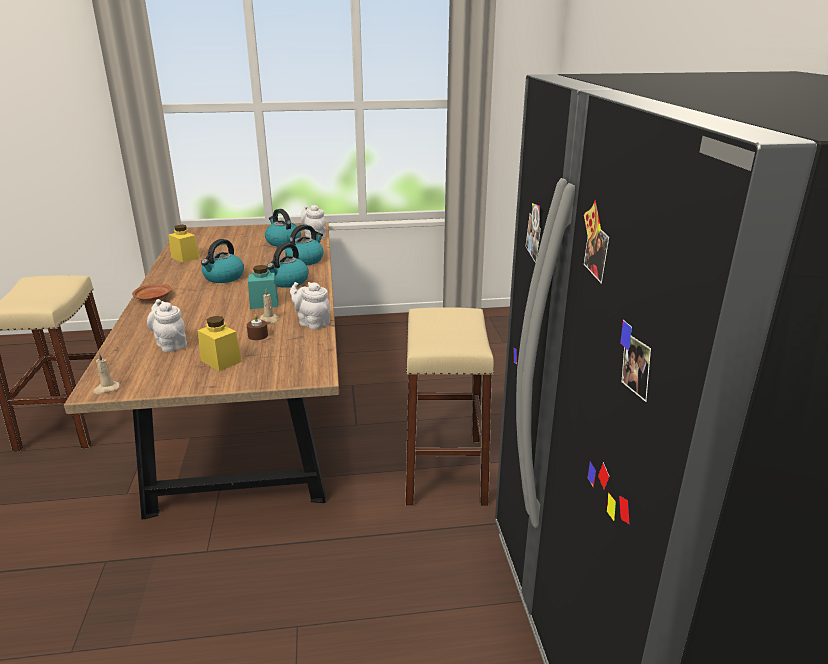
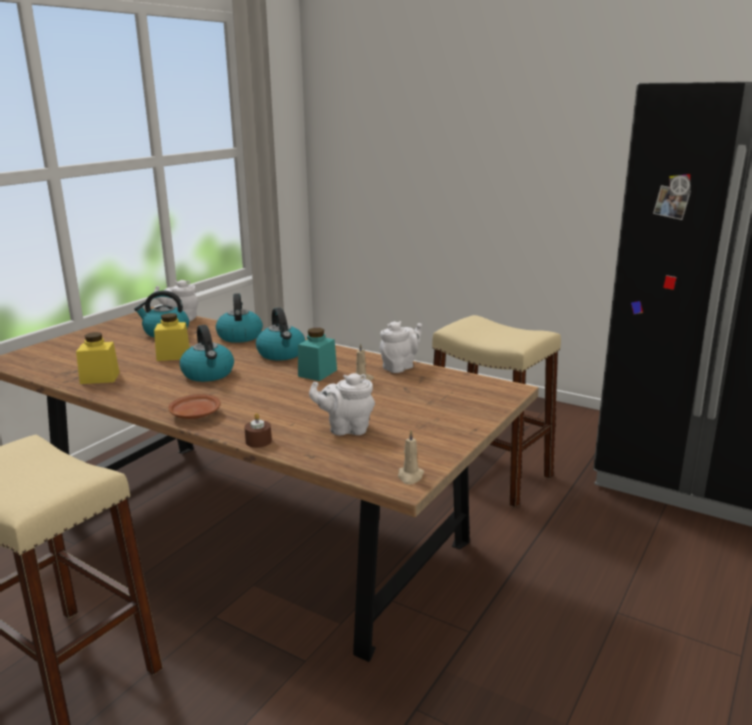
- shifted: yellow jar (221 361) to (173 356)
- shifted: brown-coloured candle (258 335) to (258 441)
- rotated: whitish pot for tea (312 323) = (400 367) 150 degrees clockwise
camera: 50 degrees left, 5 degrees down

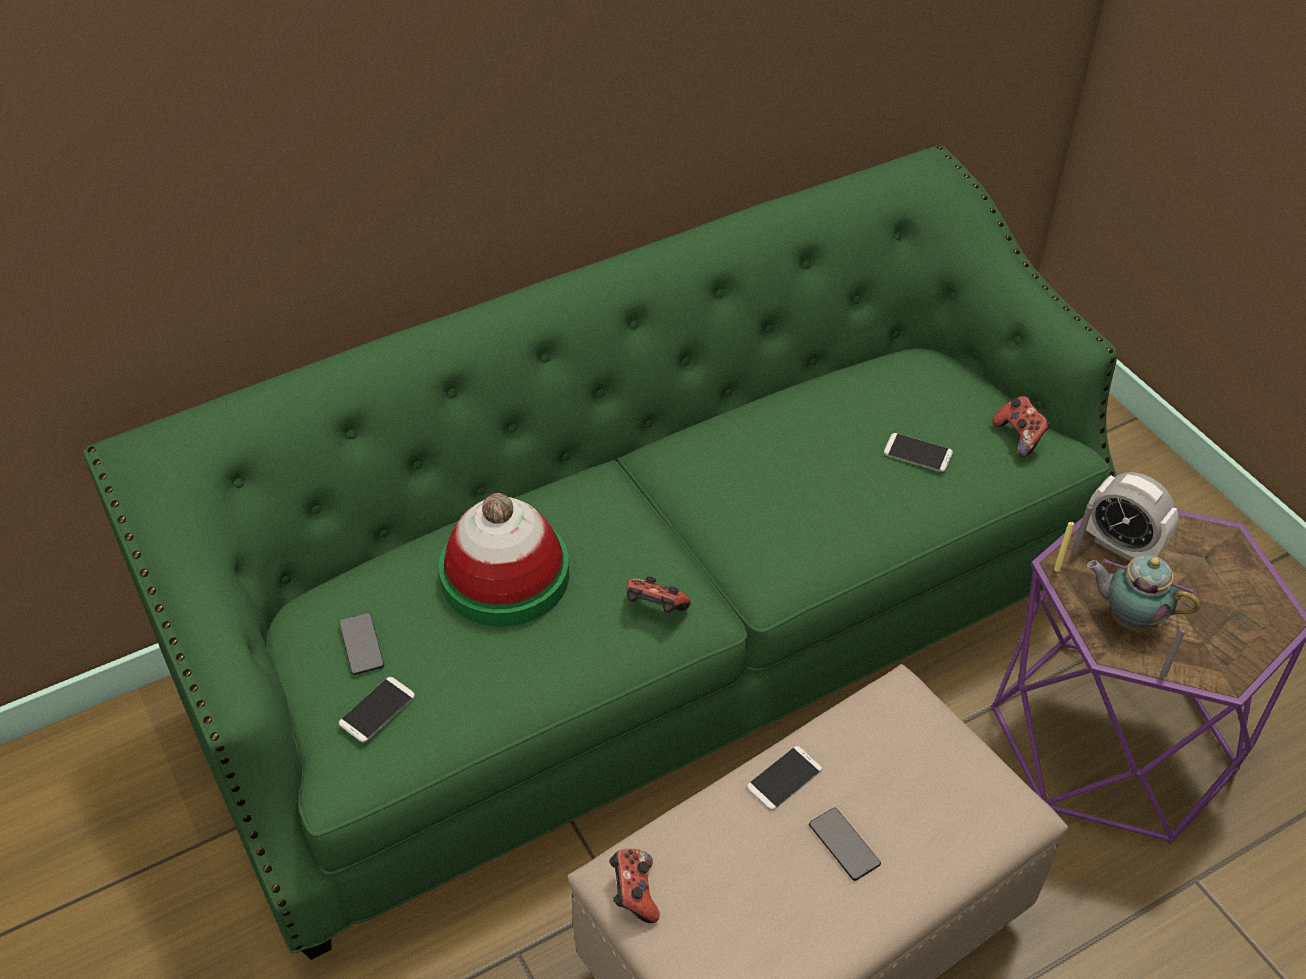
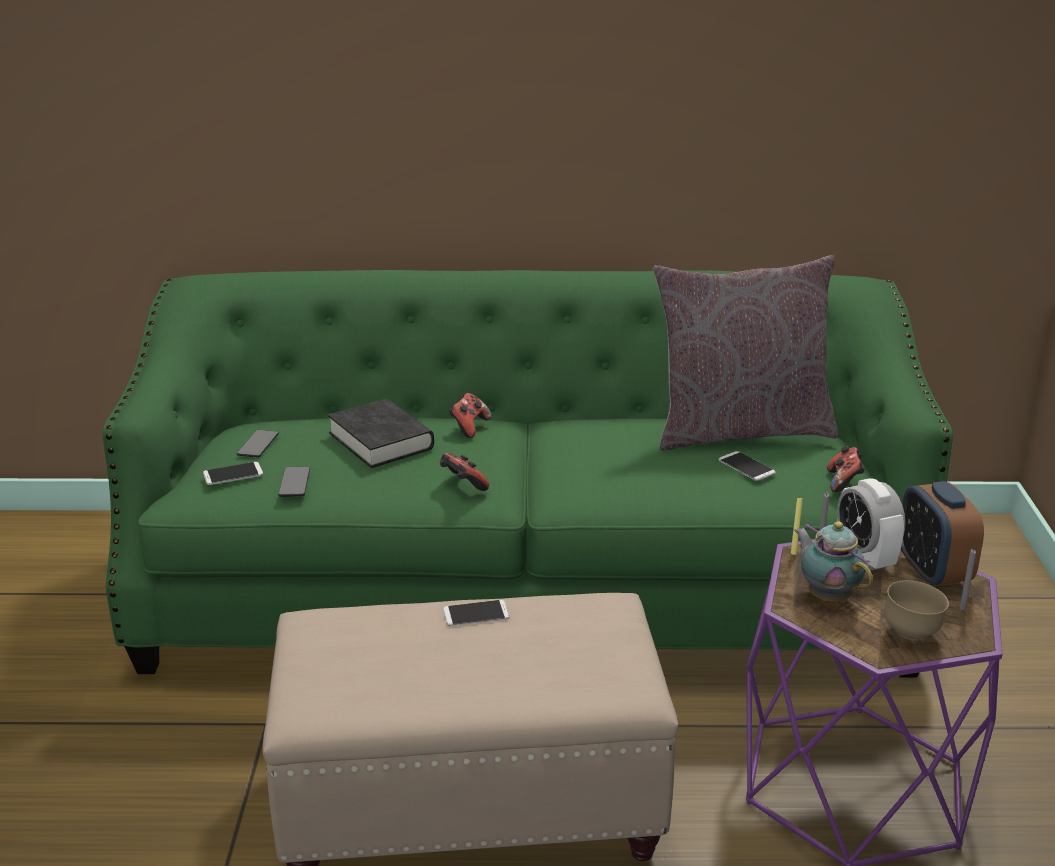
- shifted: telephone (844 844) to (294 483)
- swapped: hat (505 575) to black-coloured volume (381 441)
- shifted: joypad (634 894) to (469 427)
- new: grey cushion (740 430)
- new: brown-coloured serving bowl (911 634)
- new: alarm clock (932 572)
- shifted: grey candle (1163 674) to (962 608)
camera: 30 degrees right, 20 degrees down

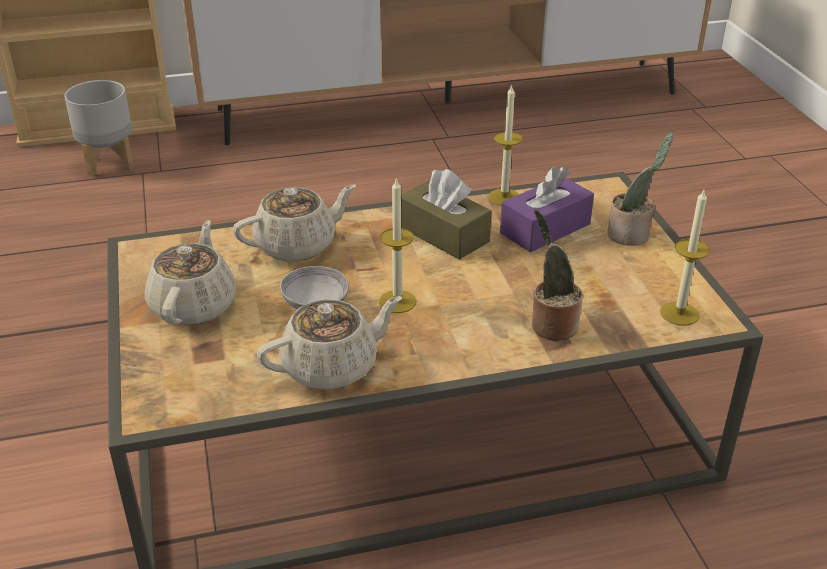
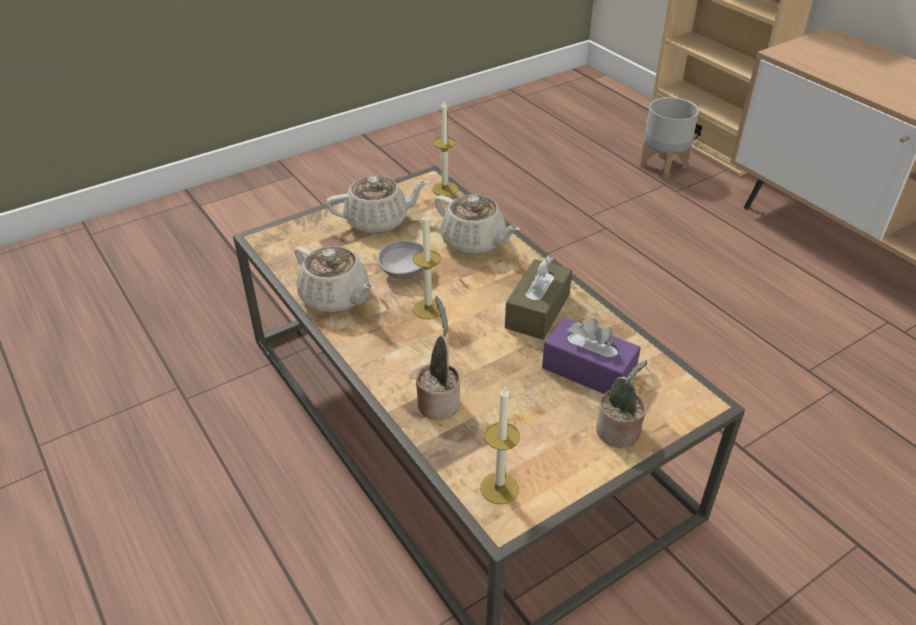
- shifted: candle (504 197) to (445 189)
camera: 70 degrees right, 5 degrees up

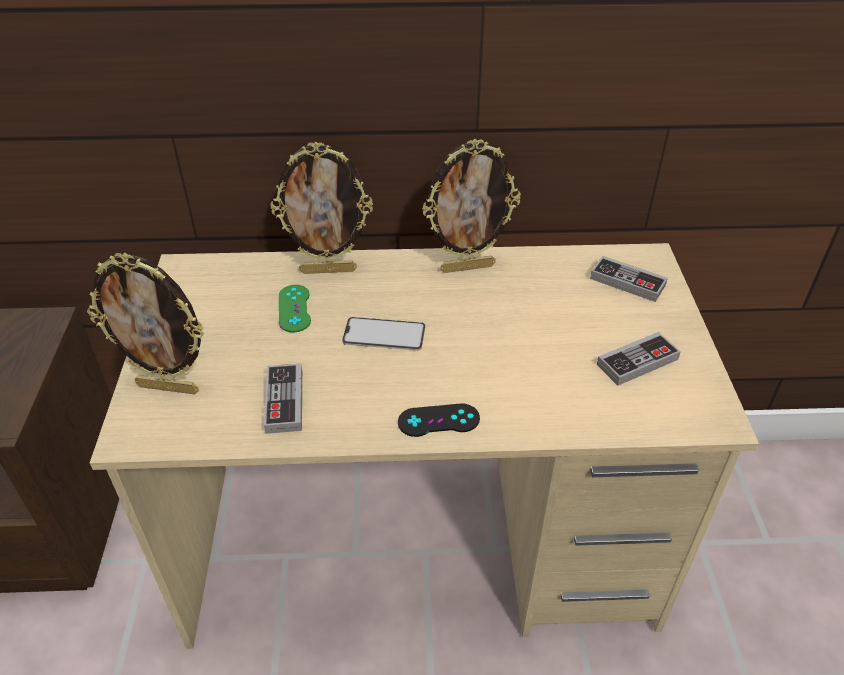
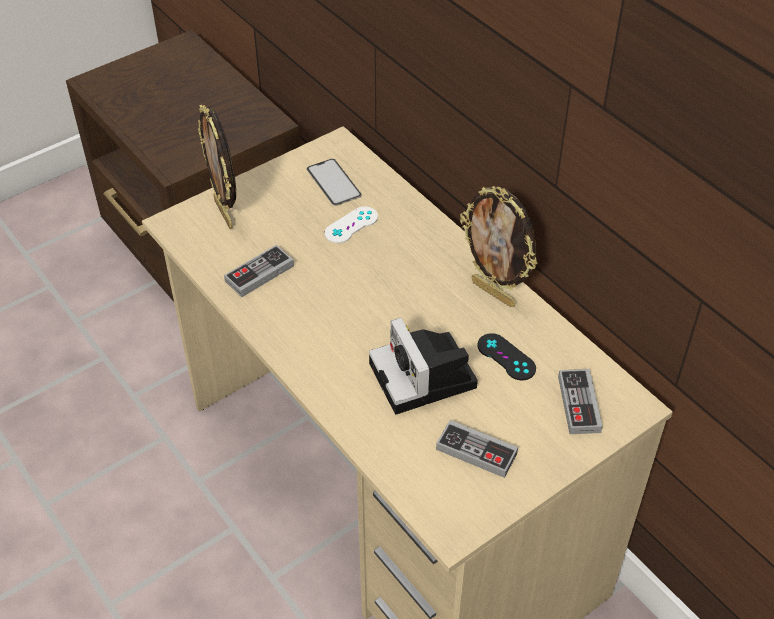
- shifted: telephone (384 334) to (333 182)
- repainted: green-coloured joypad (294 308) to whitish joypad (351 225)
- new: still camera (425 378)
- shifted: black-coloured joypad (438 420) to (506 357)
- gone: photo frame (328 270)
camera: 55 degrees right, 5 degrees up

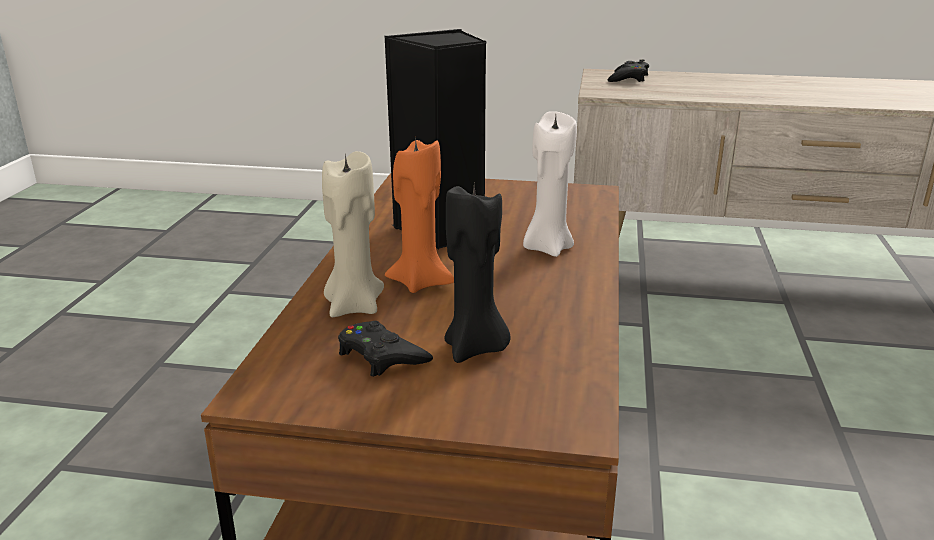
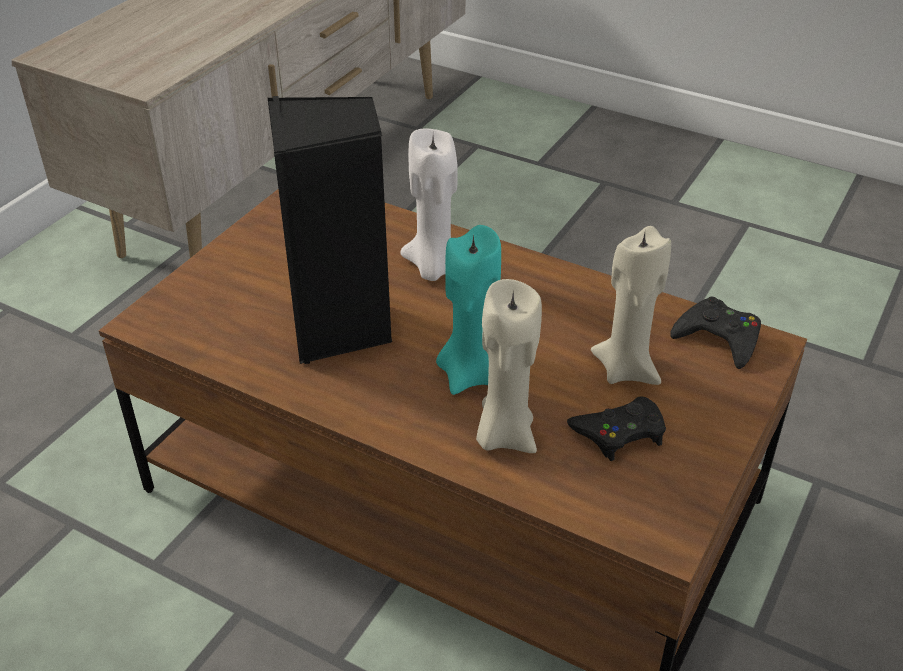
- repainted: orange-coloured candle (420 282) to blue-green candle (469 374)
- repainted: black-coloured candle (475 348) to beige-coloured candle (626 369)
- shifted: black-coloured joypad (628 78) to (718 338)
camera: 70 degrees left, 15 degrees up

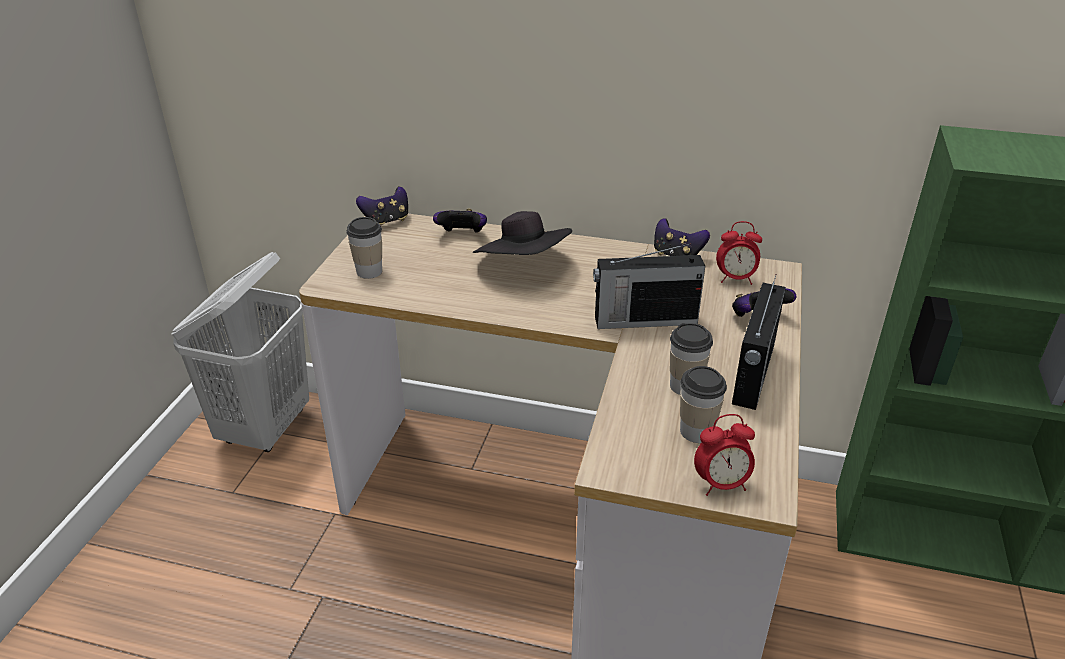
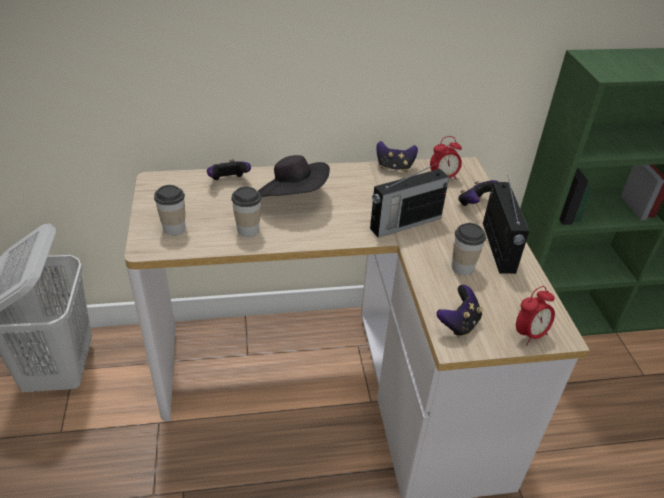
- shifted: drinking cup (696 431) to (248 230)
- shifted: joypad (386 221) to (458 324)
camera: 25 degrees left, 5 degrees up

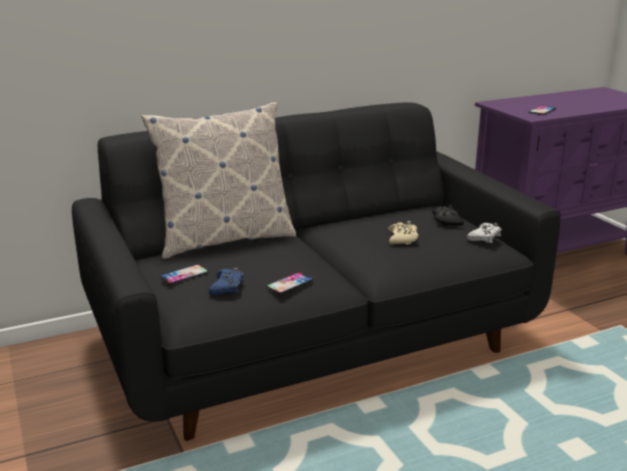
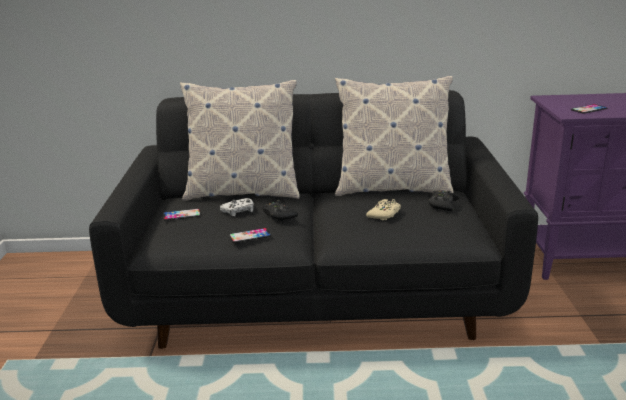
- shifted: whitish joypad (484 237) to (239 211)
- new: black-coloured joypad (279 215)
- new: cushion (392 188)
- gone: blue-coloured joypad (227 287)
camera: 25 degrees right, 0 degrees up

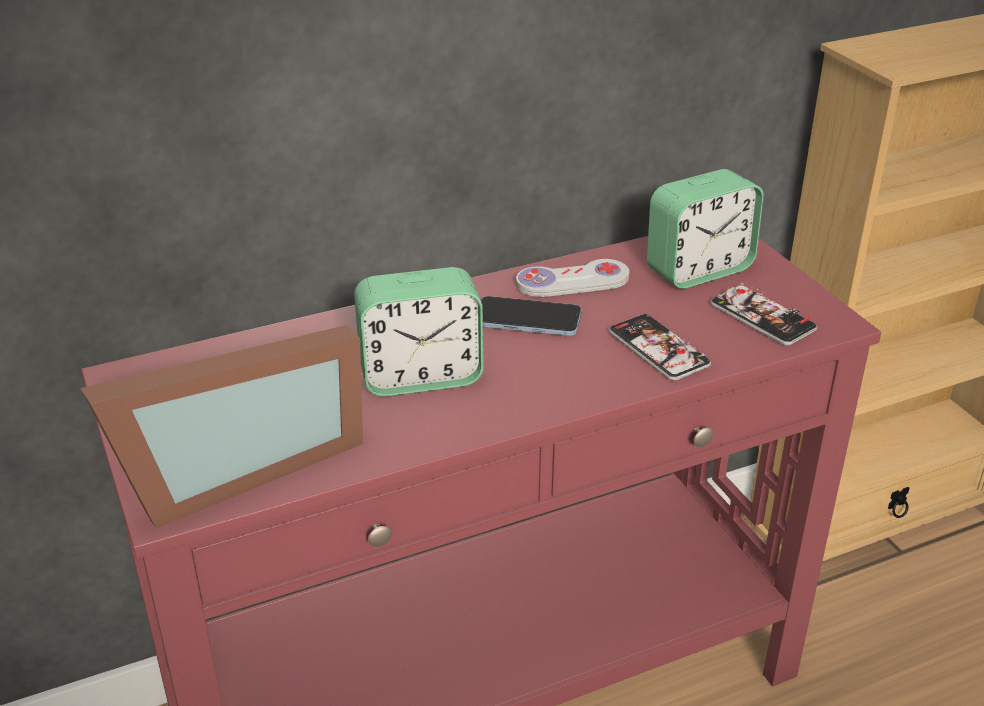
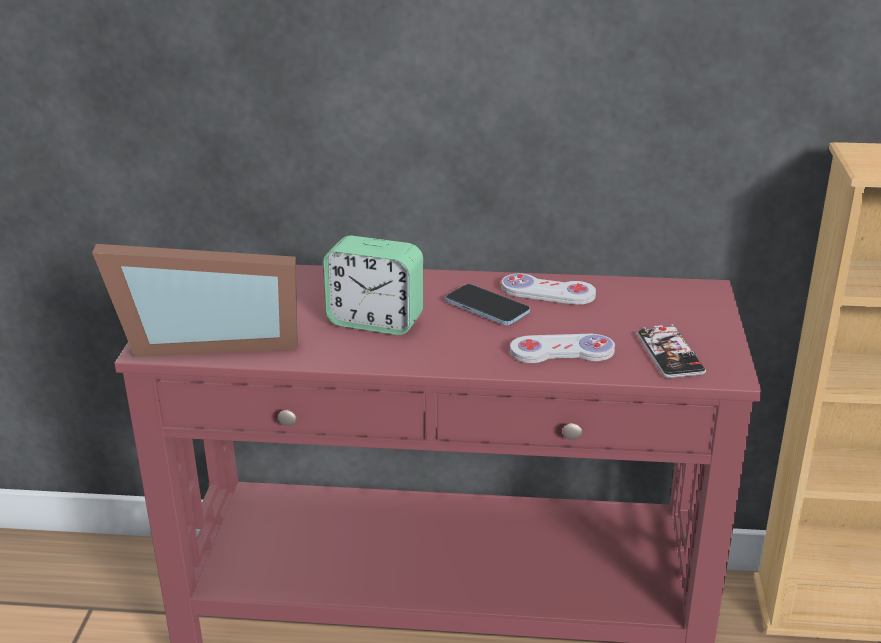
- swapped: telephone (658 348) to whitish joypad (562 351)
- gone: alarm clock (699 270)
camera: 30 degrees right, 5 degrees down

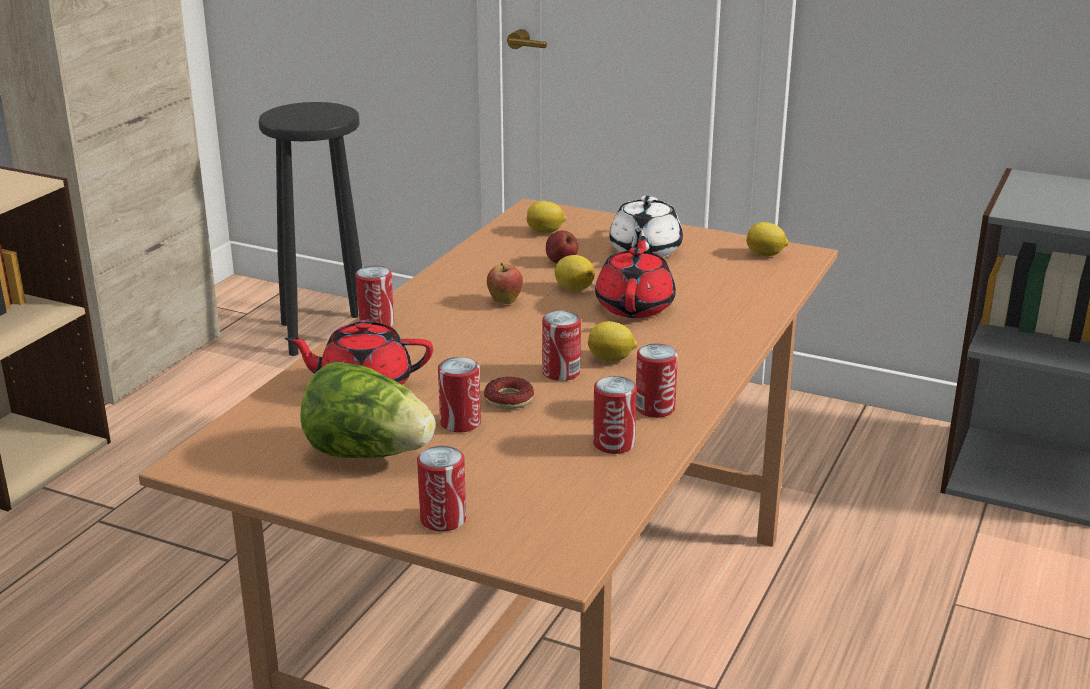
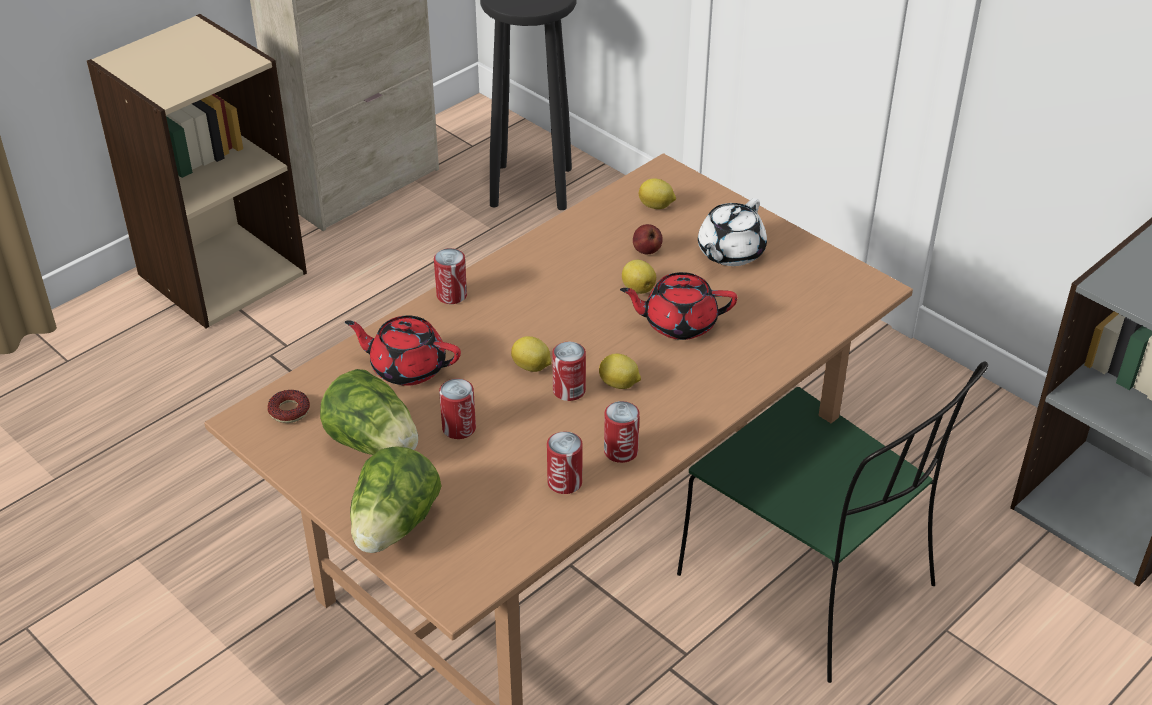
- shifted: donut (509 399) to (289 411)
- swapped: metal can (443 519) to lettuce (394 526)
- shifted: citrus fruit (766 255) to (532 367)
- rotated: red pot for tea (635 306) = (678 323) 120 degrees counterclockwise
- new: green-coloured upright chair (811 583)
- gone: whole apple (505 302)
camera: 20 degrees right, 15 degrees up

